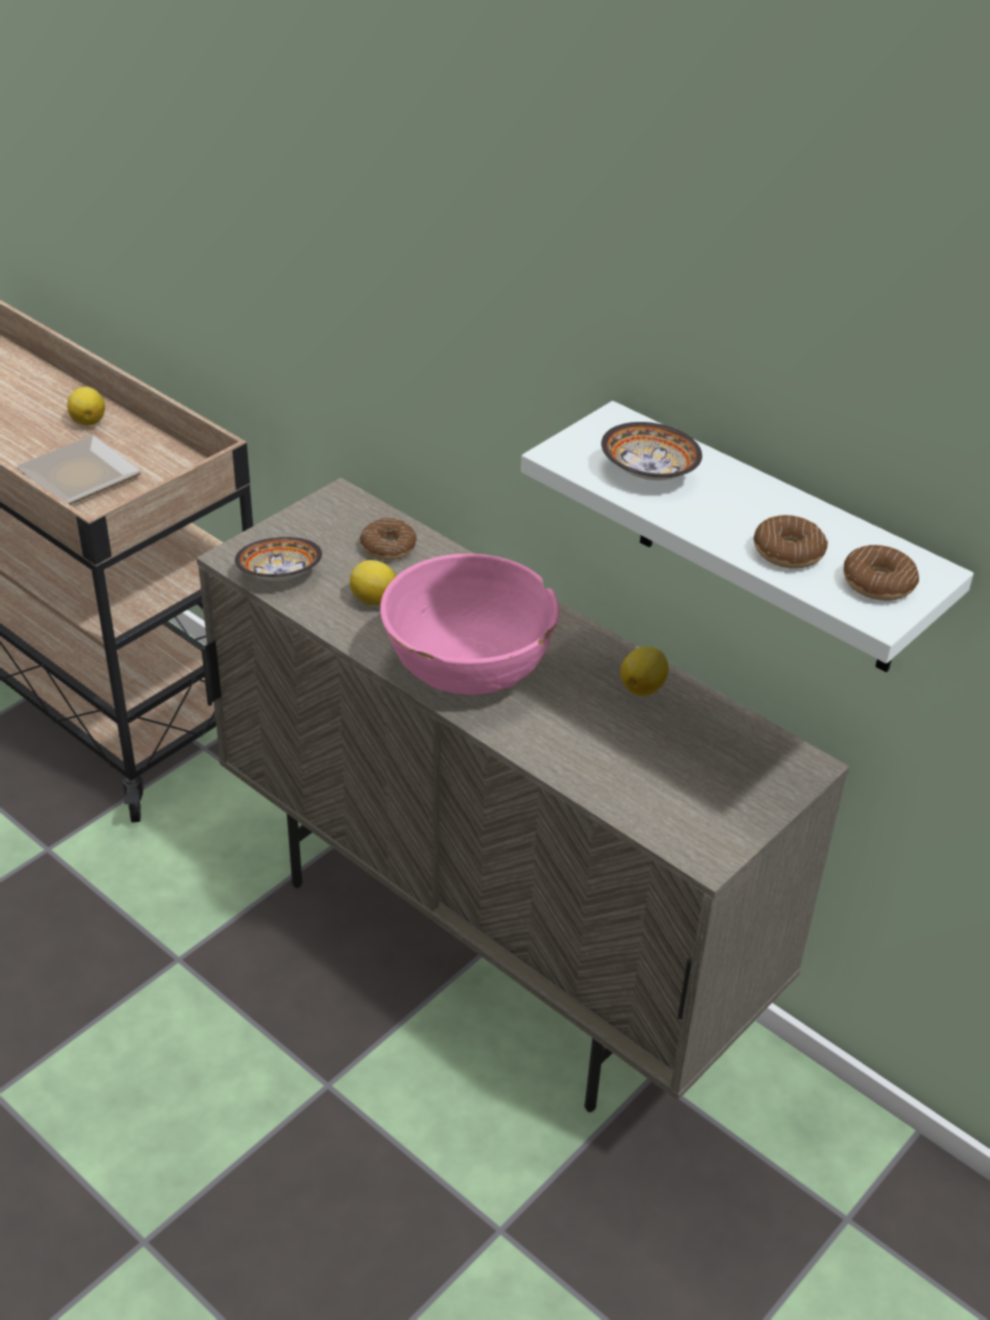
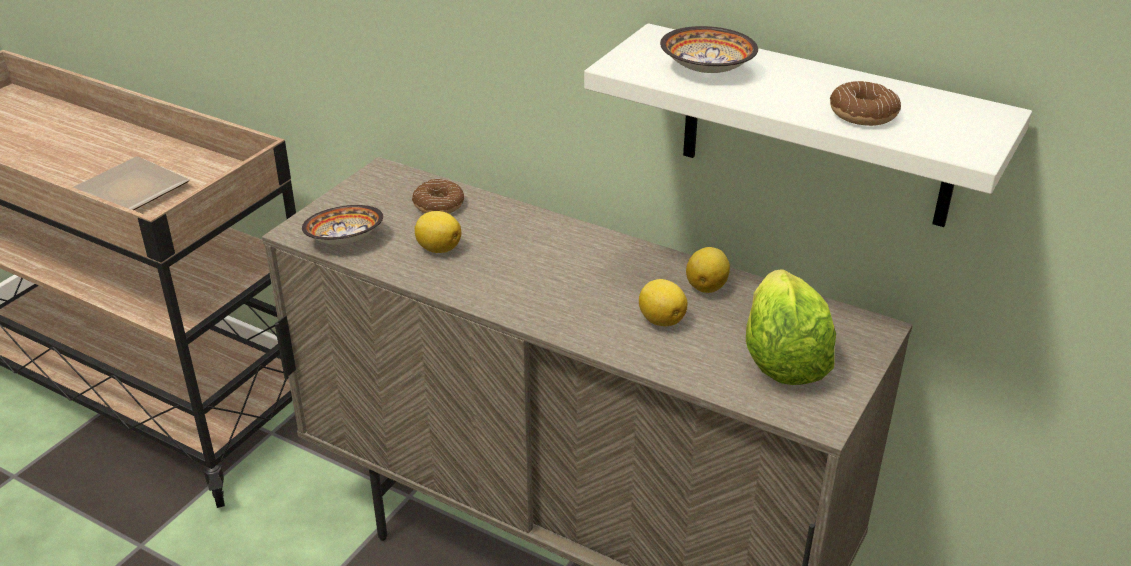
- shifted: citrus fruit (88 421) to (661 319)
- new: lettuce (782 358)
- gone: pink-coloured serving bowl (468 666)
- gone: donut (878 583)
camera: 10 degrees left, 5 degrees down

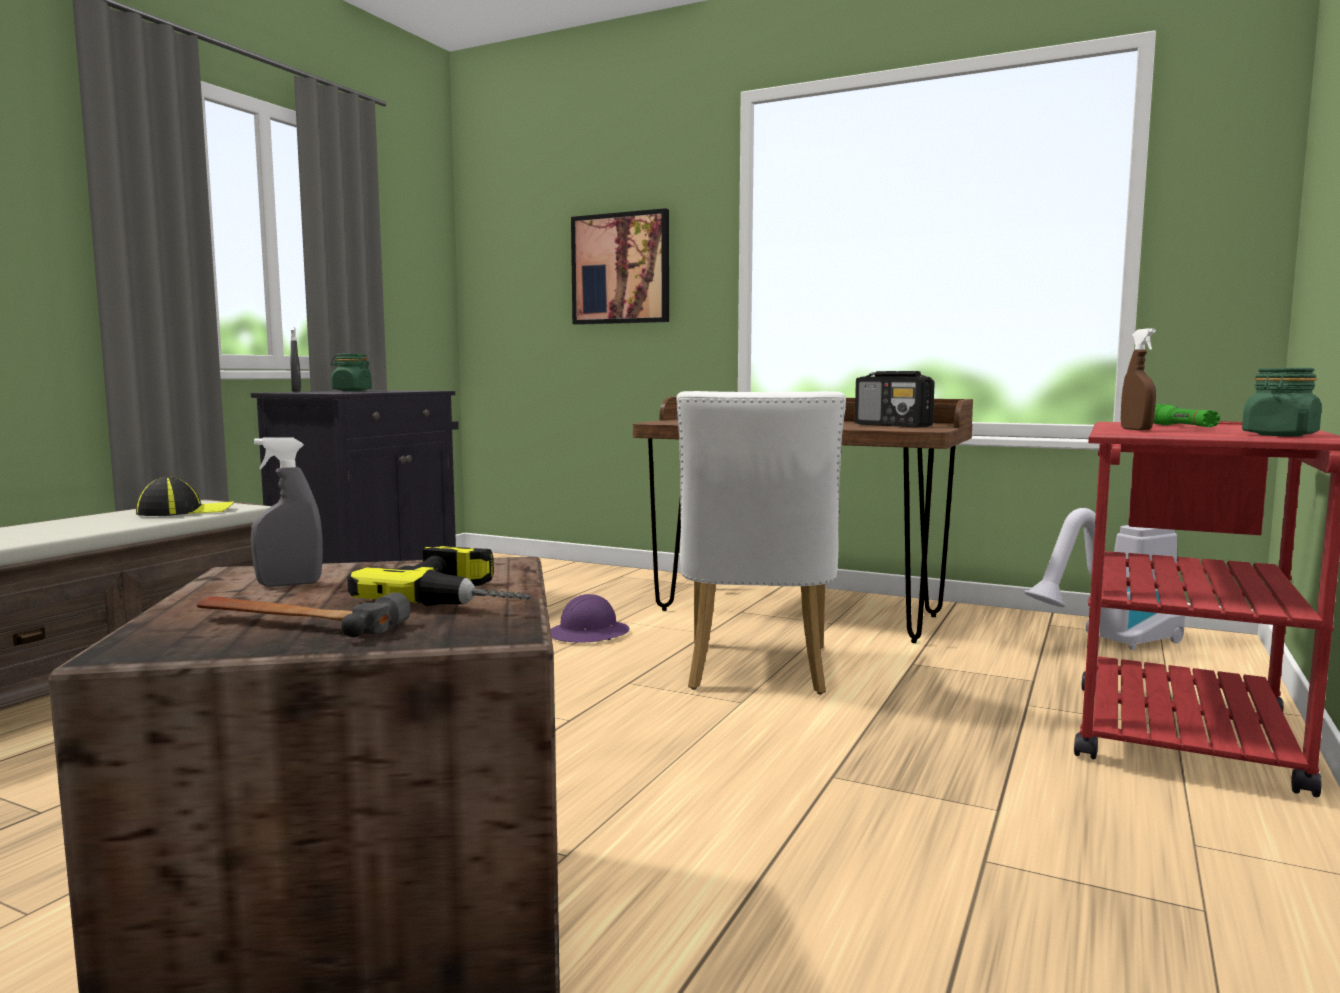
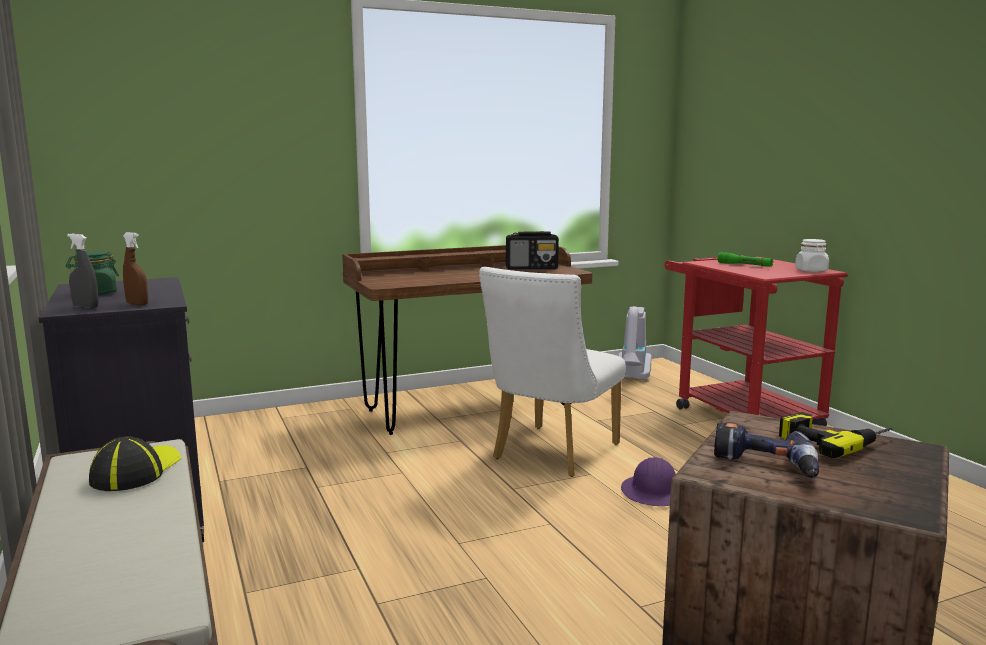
- shifted: brown-coloured spray bottle (1136 430) to (137 304)
- rotated: whitish upright chair (756 672) = (550 454) 75 degrees clockwise
- shifted: purplish safety helmet (589 634) to (654 492)
- swapped: grey spray bottle (289 584) to drill (763 467)
- repainted: green-coloured jar (1279 435) to whitish jar (811 270)
- gone: hammer (296 624)
- gone: wall picture (621 269)
camera: 50 degrees left, 5 degrees up

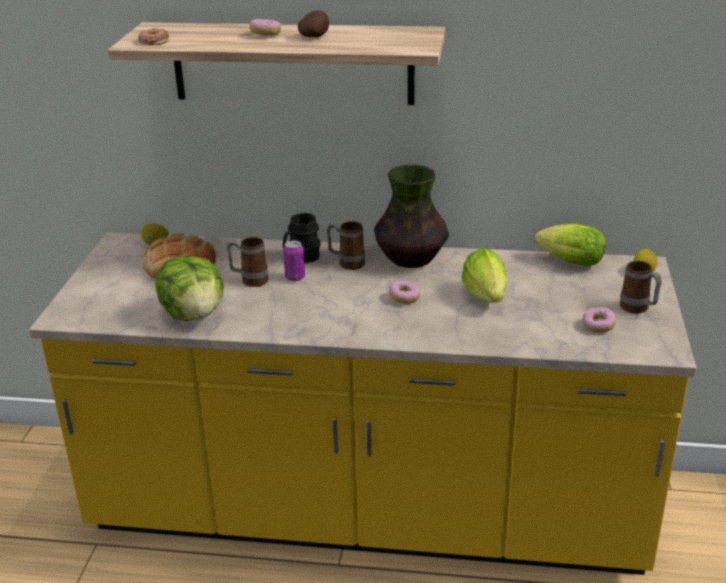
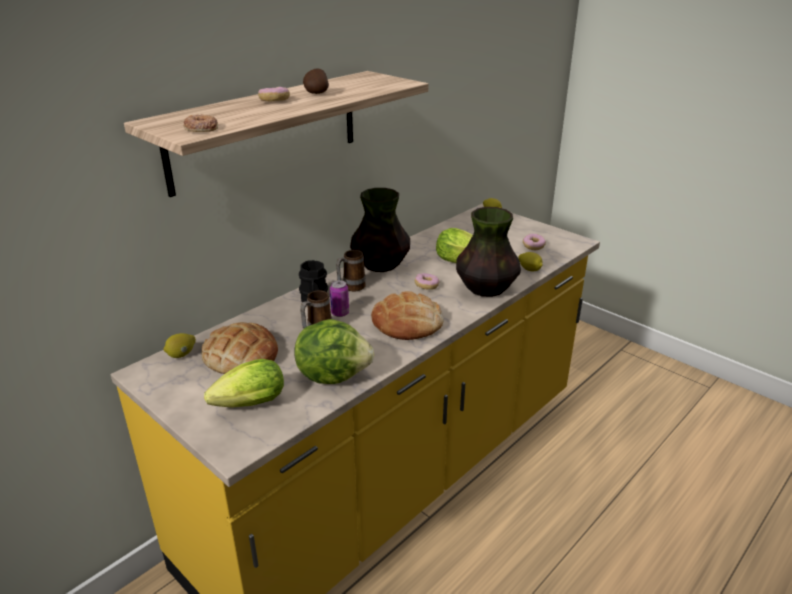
- shifted: lettuce (567 262) to (246 405)
- new: bakery bread (408 323)
- new: vase (485 289)
- new: citrus fruit (530 270)
- gone: tea mug (638 309)
camera: 55 degrees left, 0 degrees up

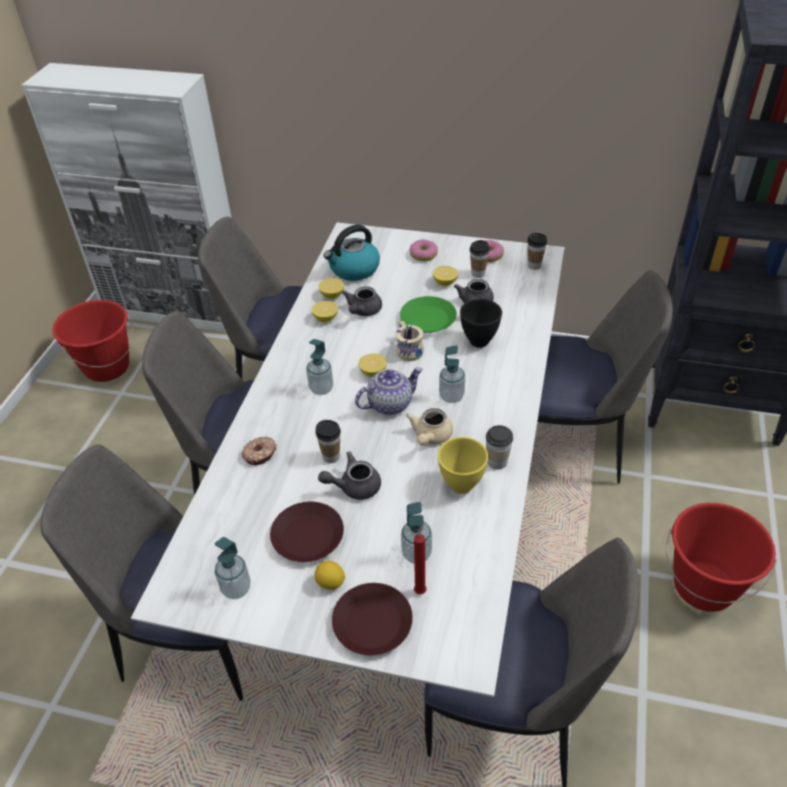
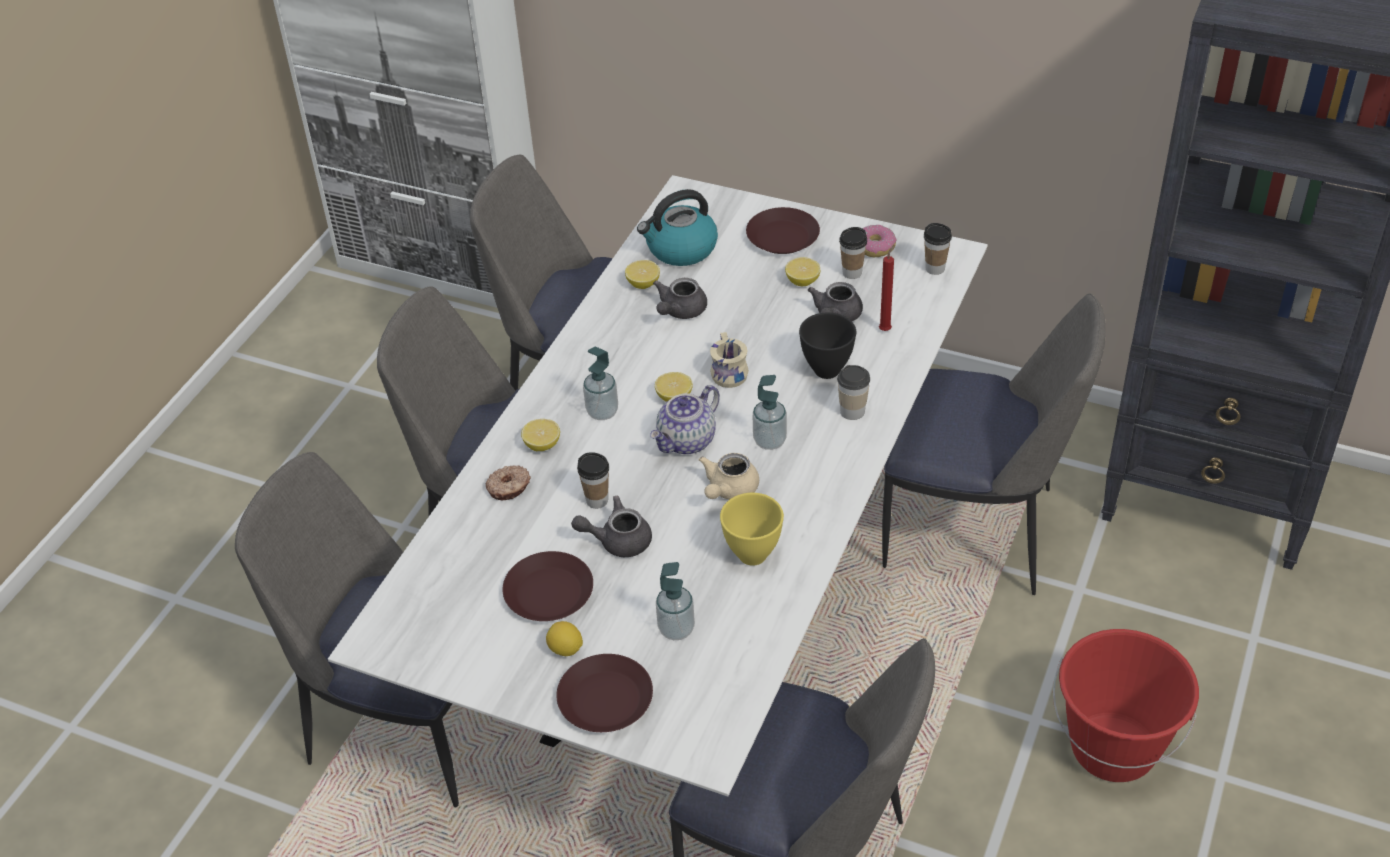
- shifted: citrus fruit (325 318) to (542 445)
- rotated: pot for tea (390 403) = (687 441) 150 degrees clockwise
- swapped: donut (423 255) to brown-coloured flat dish (782 237)
- shifted: drinking cup (497 461) to (852 411)
- shifted: red candle (421 590) to (886 329)
- gone: red water bucket (107 367)
- gone: soap bottle (236 588)
- gone: green-coloured flat dish (427 320)
camera: 10 degrees right, 0 degrees up

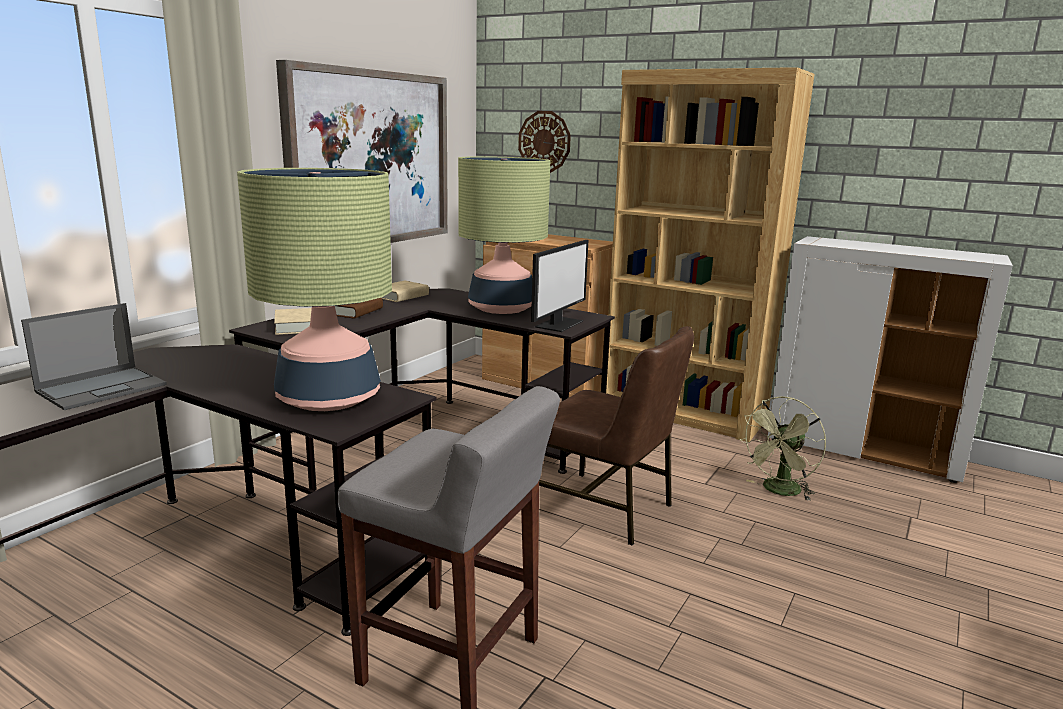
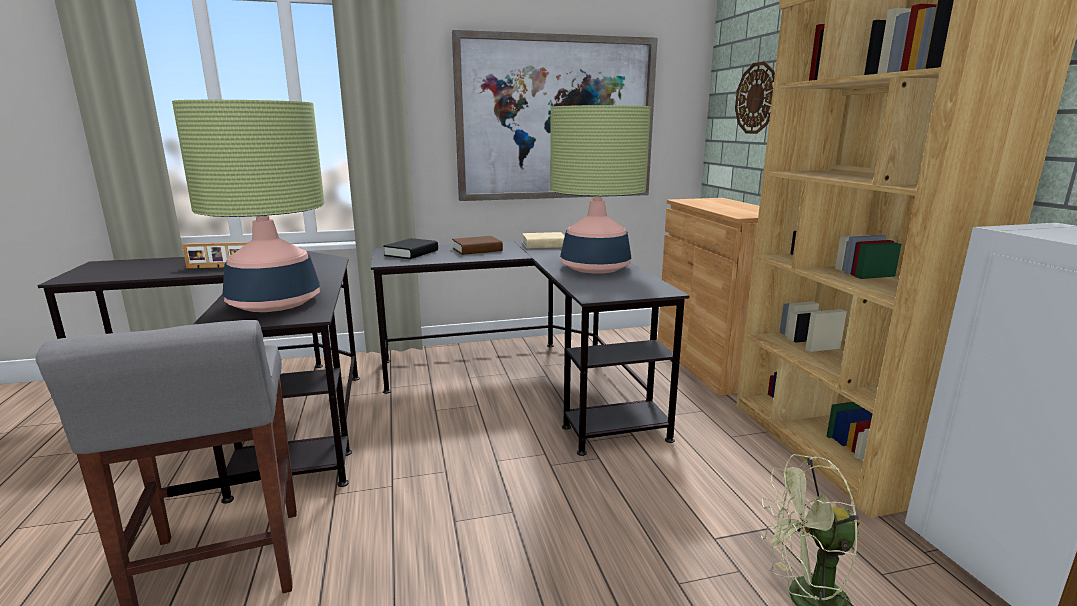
- swapped: notebook computer (103 388) to photo frame (219 267)
- repainted: beige-coloured volume (297 326) to black-coloured volume (411 253)
- gone: computer display (558 324)
- gone: brown-coloured upright chair (605 508)
camera: 45 degrees right, 0 degrees up

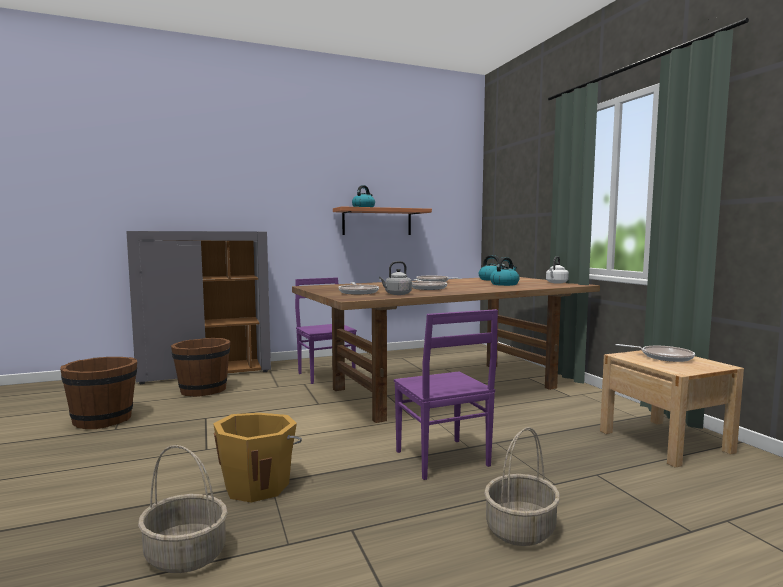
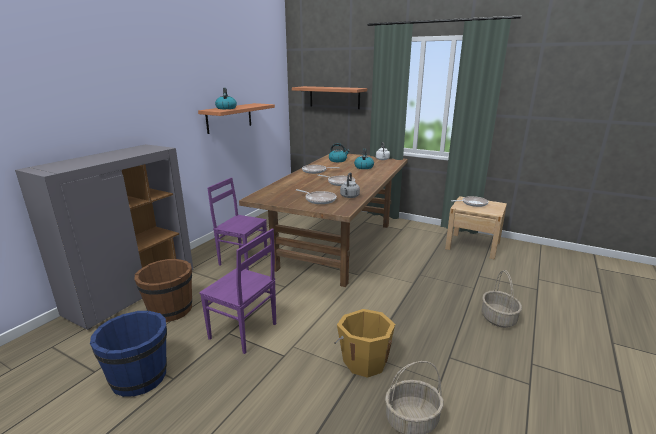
- repainted: brown-coloured water bucket (104 420) to blue-coloured water bucket (140 377)
- shifted: purplish upright chair (441 459) to (243 332)
- new: bracket shelf (334 97)
camera: 40 degrees left, 15 degrees up

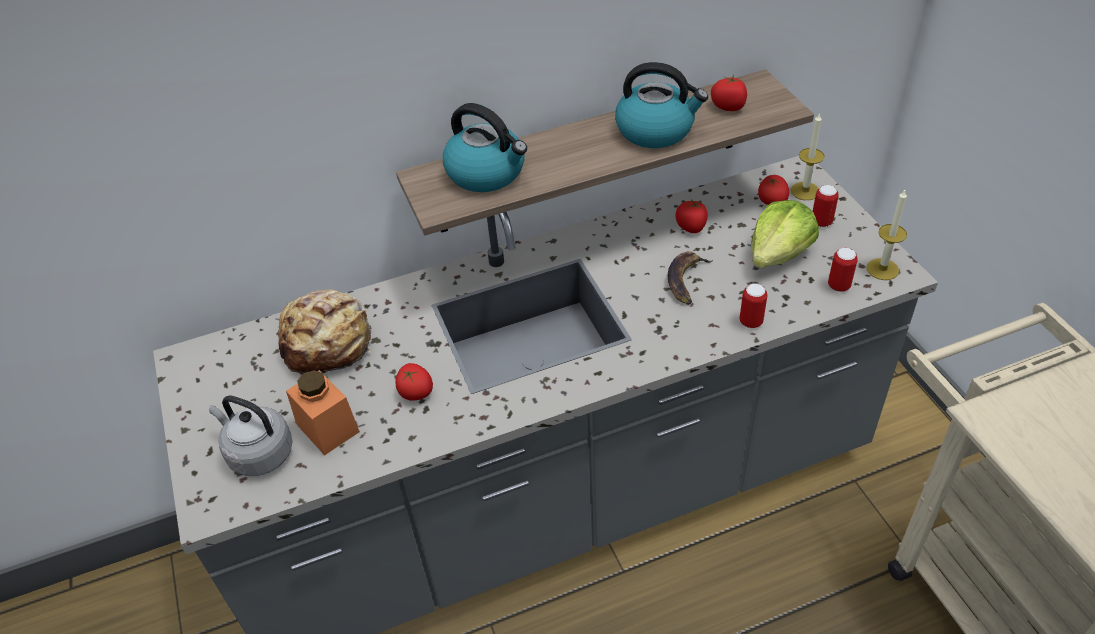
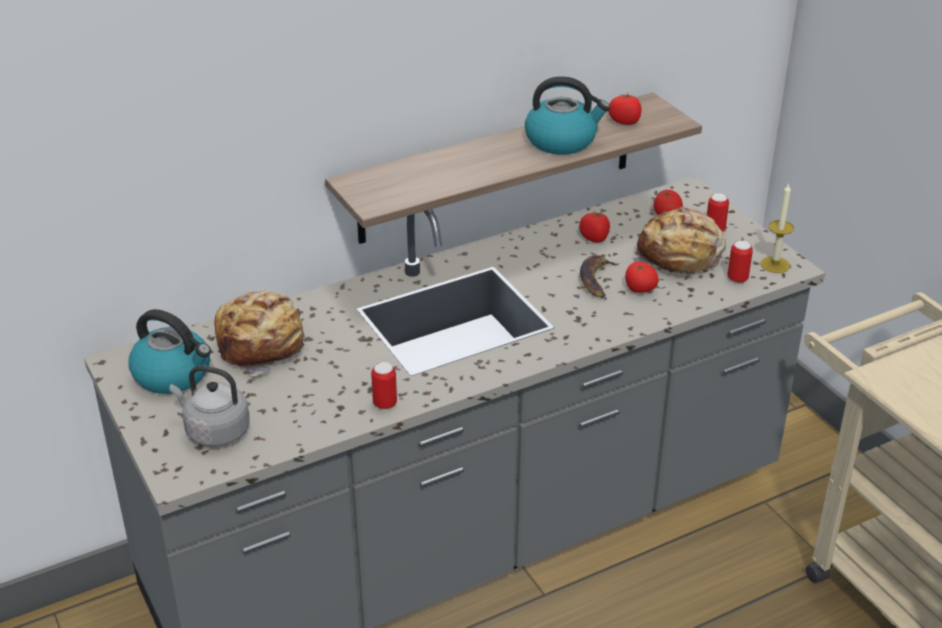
- shifted: kettle (487 173) to (174 374)
- shifted: metal can (751 322) to (385 404)
- shifted: whole tomato (415 392) to (639 289)
- swapped: lettuce (779 254) to bakery bread (679 256)
- gone: orange-coloured jar (328 428)
- gone: candle (805 191)
camera: 10 degrees left, 10 degrees down

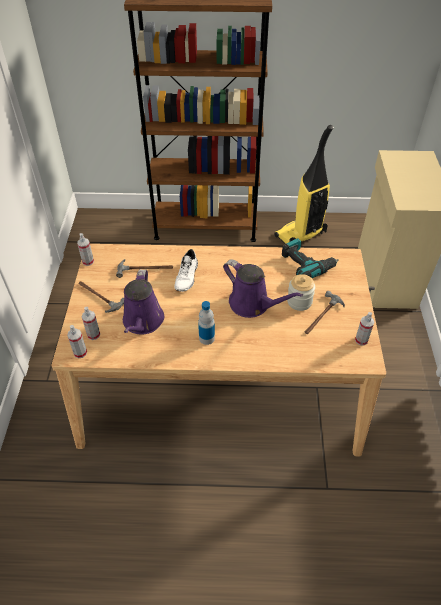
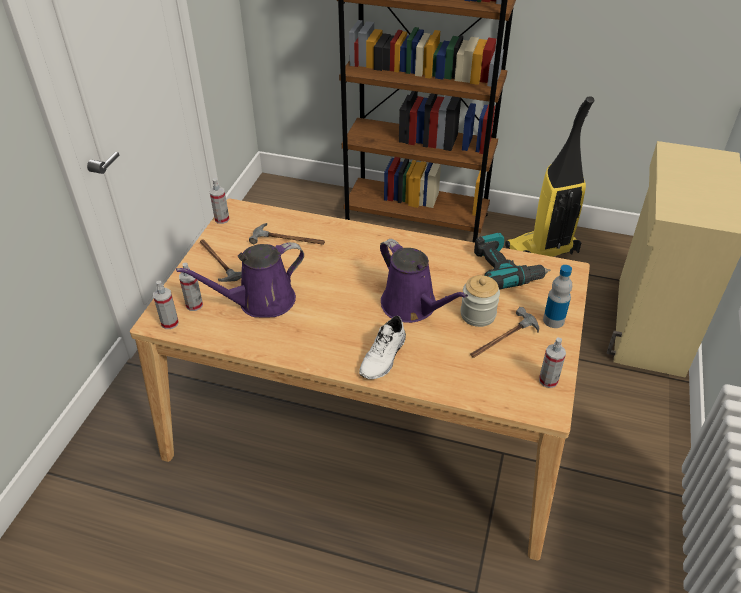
- rotated: purplish watering can (142 322) = (261 301) 45 degrees clockwise
- shifted: whitish shoe (187 277) to (384 357)
- shifted: drink bottle (206 338) to (553 320)
camera: 15 degrees right, 5 degrees down

